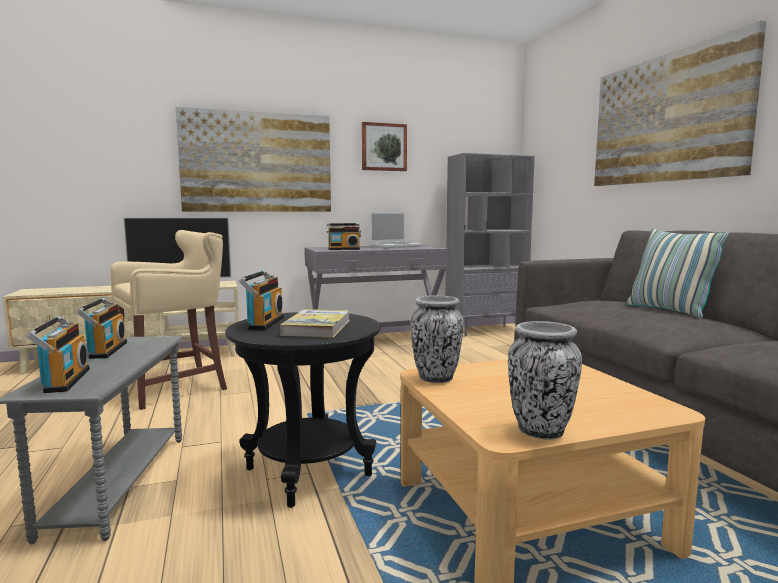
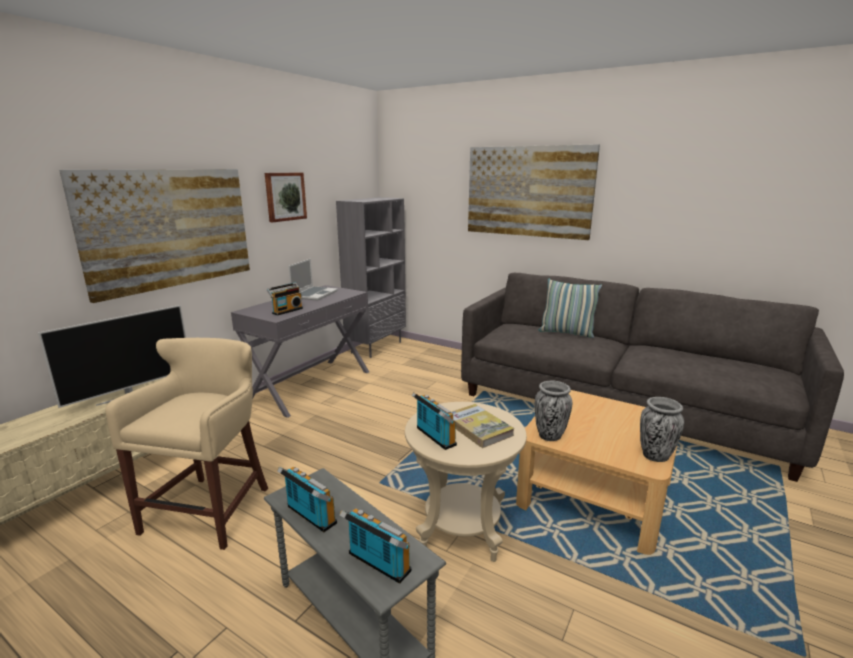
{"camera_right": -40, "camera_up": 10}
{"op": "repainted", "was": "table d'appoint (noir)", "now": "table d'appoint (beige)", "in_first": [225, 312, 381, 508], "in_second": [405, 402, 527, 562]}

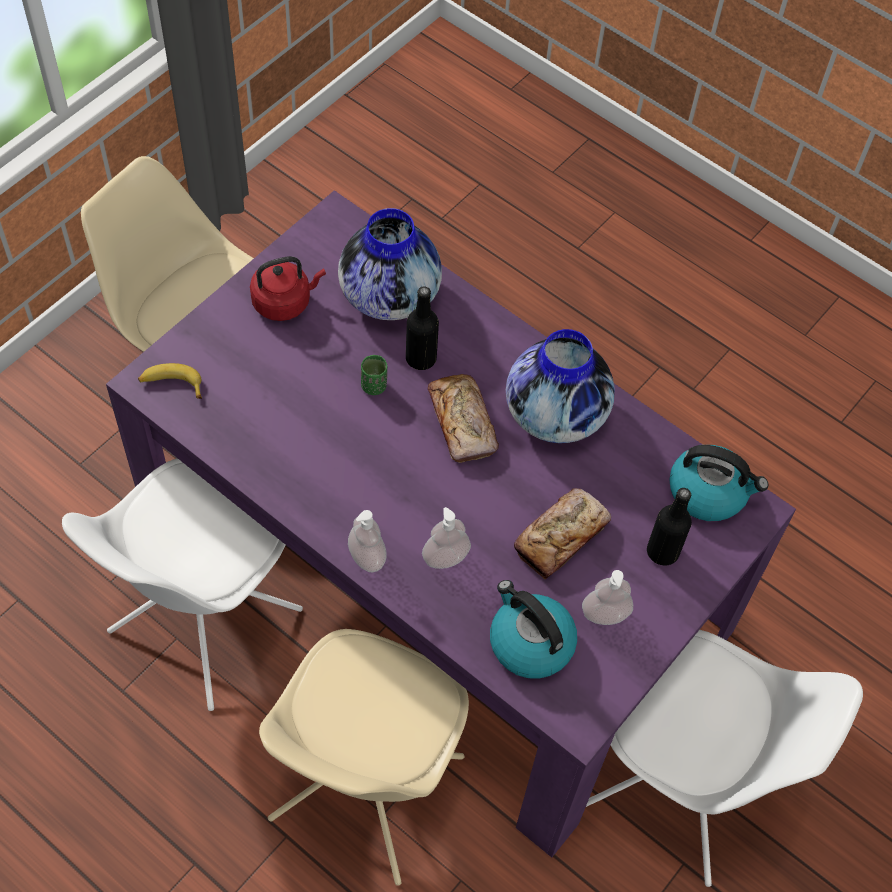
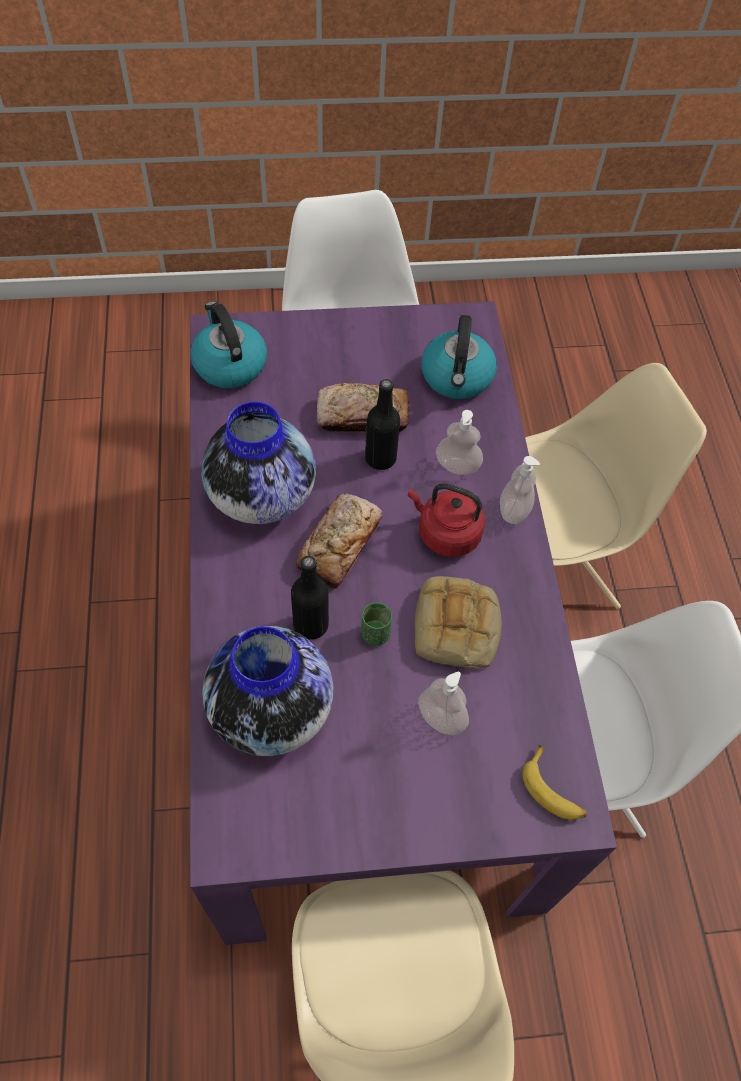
{"camera_right": -135, "camera_up": 0}
{"op": "new", "now": "pain", "in_second": [415, 576, 502, 668]}
{"op": "shifted", "was": "bouilloire (rouge)", "in_first": [250, 256, 326, 321], "in_second": [408, 483, 485, 557]}
{"op": "shifted", "was": "distributeur de savon", "in_first": [582, 570, 633, 625], "in_second": [418, 672, 469, 735]}
{"op": "shifted", "was": "bouteille (noir)", "in_first": [647, 488, 692, 565], "in_second": [365, 379, 400, 470]}

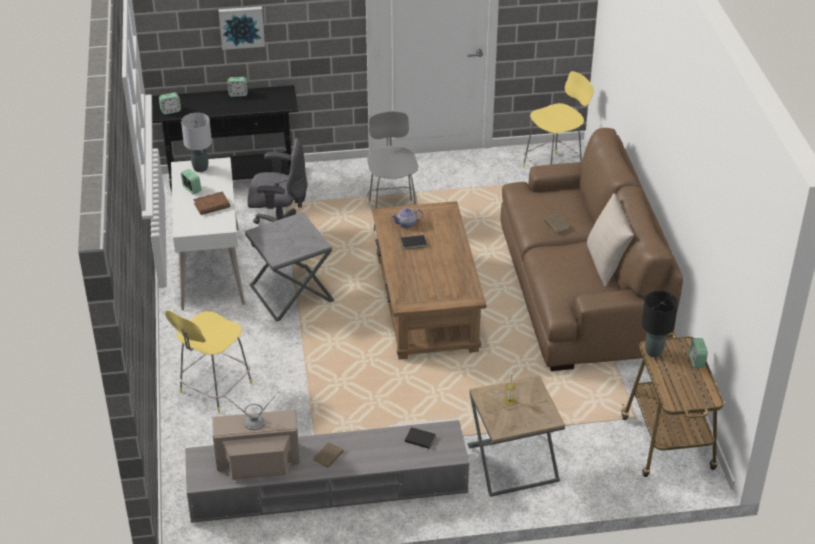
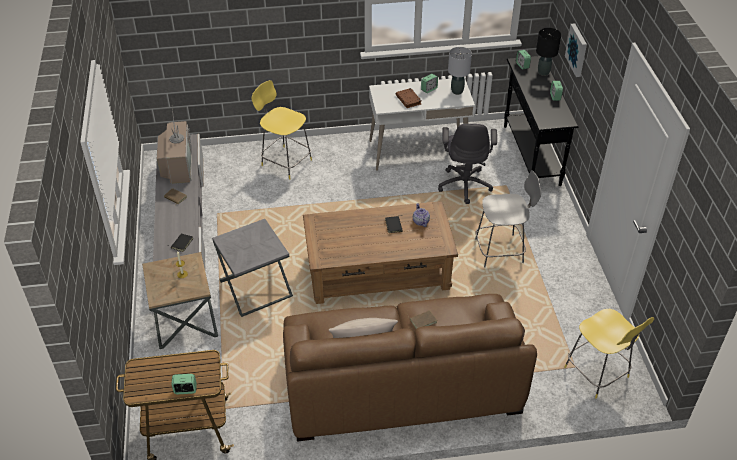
{"camera_right": 90, "camera_up": 5}
{"op": "shifted", "was": "table d'appoint (gris)", "in_first": [245, 212, 334, 322], "in_second": [212, 219, 293, 317]}
{"op": "shifted", "was": "lampe de table (noir)", "in_first": [642, 291, 678, 357], "in_second": [536, 28, 561, 76]}

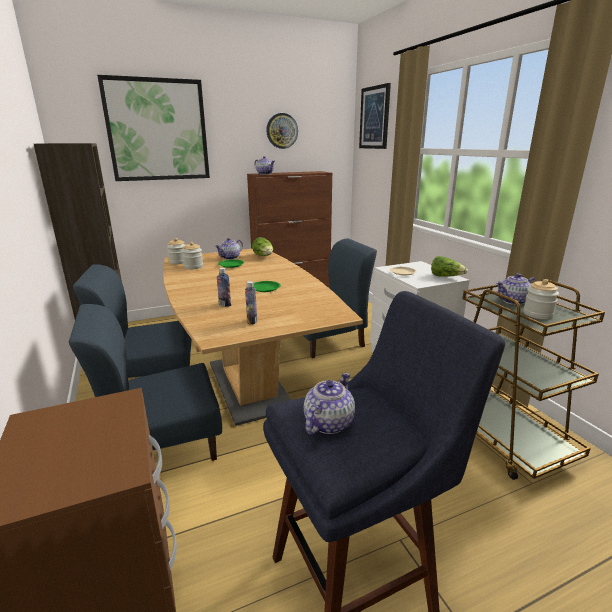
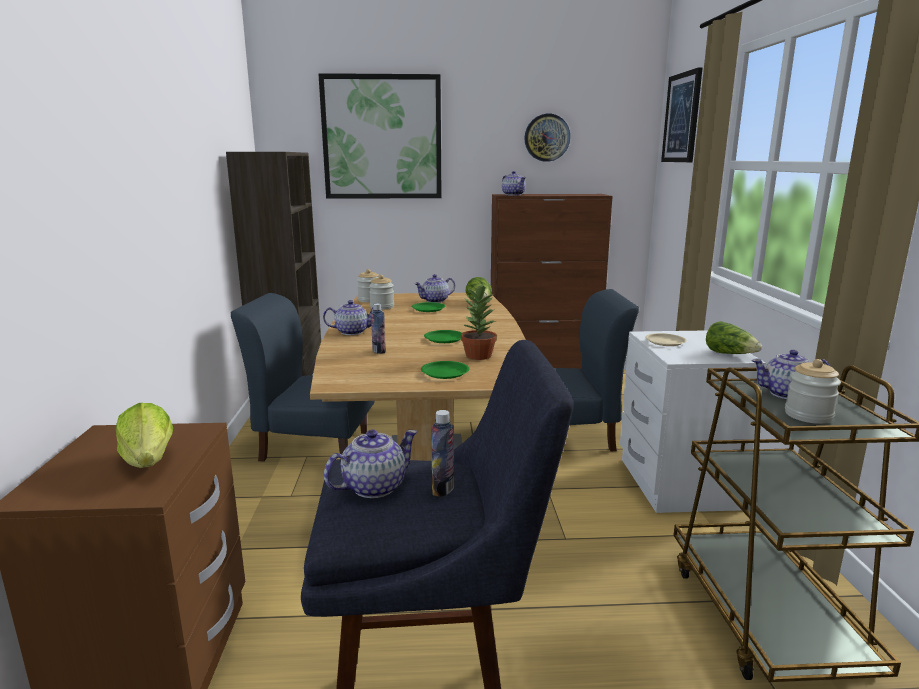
{"camera_right": 20, "camera_up": -5}
{"op": "gone", "was": "chaise (bleu)", "in_first": [69, 304, 222, 461]}
{"op": "new", "now": "laitue", "in_second": [116, 403, 173, 468]}
{"op": "new", "now": "théière", "in_second": [323, 300, 373, 335]}
{"op": "new", "now": "assiette (vert)", "in_second": [421, 361, 469, 379]}
{"op": "new", "now": "plante en pot", "in_second": [461, 283, 497, 360]}
{"op": "shifted", "was": "bouteille", "in_first": [245, 281, 257, 325], "in_second": [431, 410, 454, 497]}

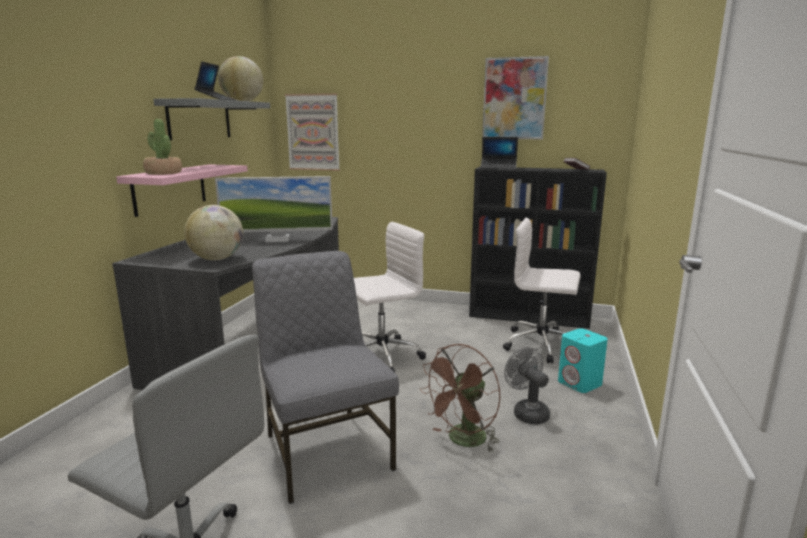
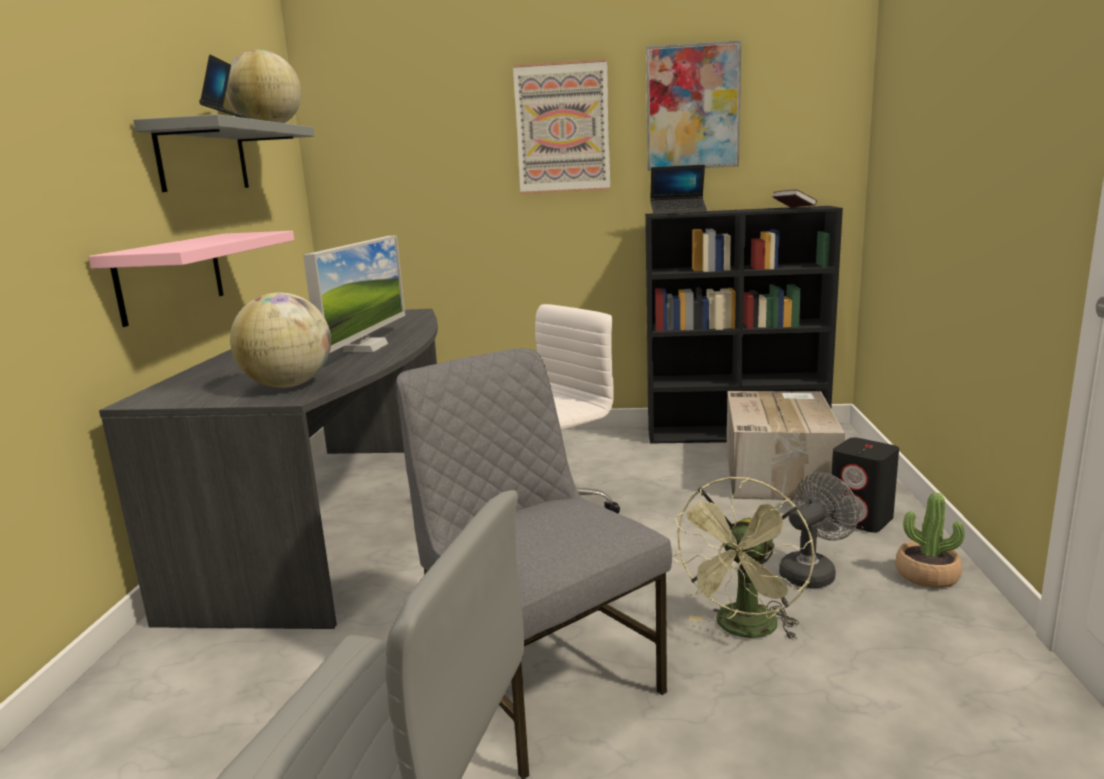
{"camera_right": -10, "camera_up": 0}
{"op": "shifted", "was": "plante en pot", "in_first": [143, 119, 182, 175], "in_second": [896, 492, 965, 588]}
{"op": "shifted", "was": "tableau", "in_first": [285, 93, 340, 171], "in_second": [513, 58, 610, 194]}
{"op": "swapped", "was": "chaise de bureau (blanc)", "now": "carton", "in_first": [503, 217, 580, 363], "in_second": [727, 391, 845, 500]}
{"op": "repainted", "was": "ventilateur (marron)", "now": "ventilateur (vert)", "in_first": [420, 344, 500, 452], "in_second": [672, 477, 814, 641]}
{"op": "repainted", "was": "enceinte (turquoise)", "now": "enceinte (noir)", "in_first": [558, 328, 608, 393], "in_second": [831, 438, 899, 533]}
{"op": "rotated", "was": "écran d'ordinateur", "in_first": [215, 176, 333, 242], "in_second": [303, 235, 405, 353], "clockwise": -60}
{"op": "rotated", "was": "ventilateur (gris)", "in_first": [504, 347, 550, 424], "in_second": [779, 473, 859, 589], "clockwise": 90}

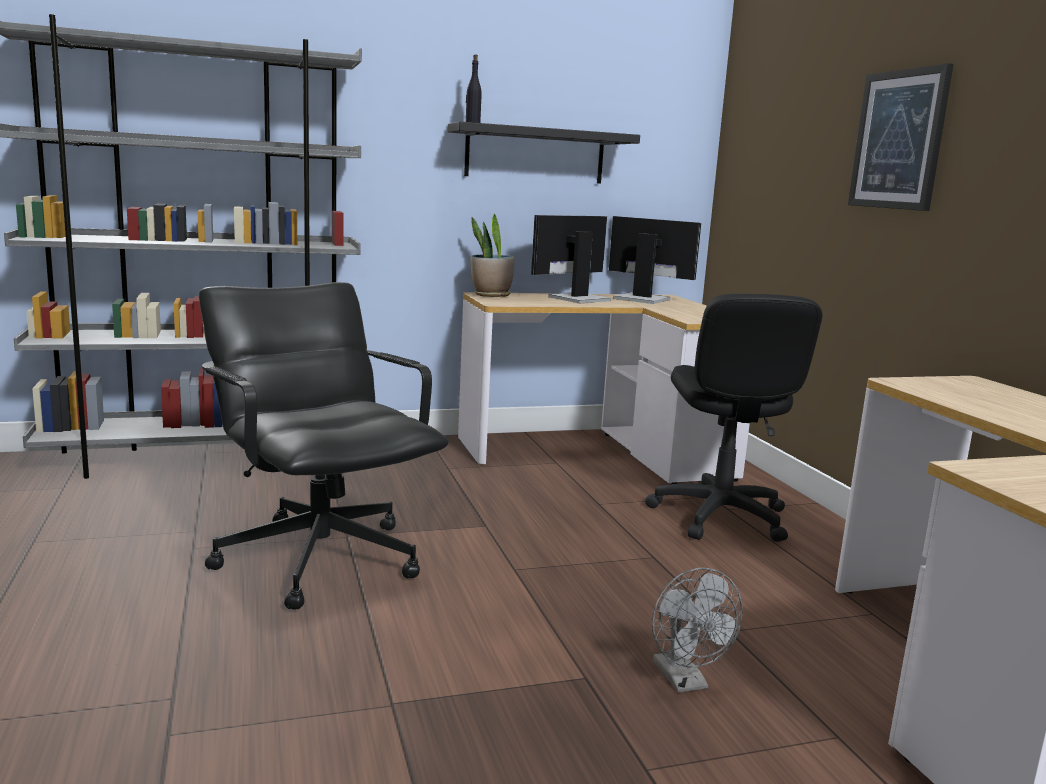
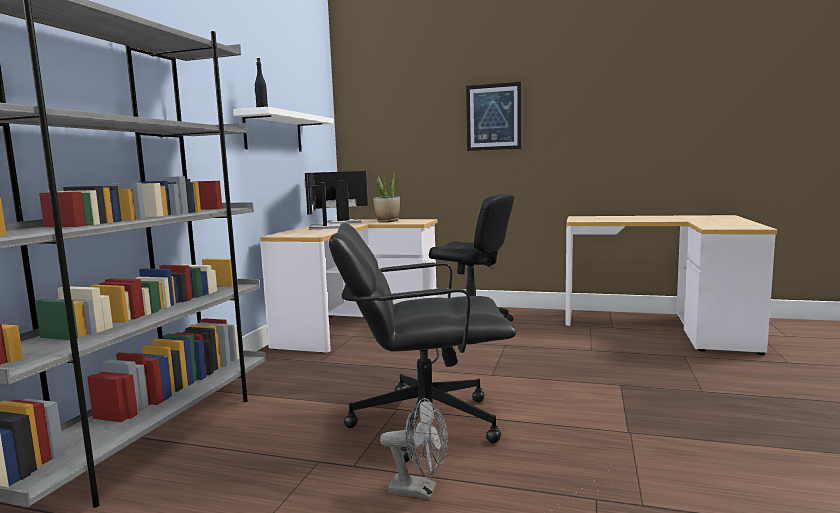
{"camera_right": -55, "camera_up": -5}
{"op": "shifted", "was": "plante en pot", "in_first": [470, 213, 514, 297], "in_second": [373, 170, 400, 222]}
{"op": "shifted", "was": "ventilateur (gris)", "in_first": [652, 568, 743, 693], "in_second": [380, 398, 448, 499]}
{"op": "repainted", "was": "étagère (noir)", "now": "étagère (blanc)", "in_first": [448, 122, 640, 184], "in_second": [233, 107, 333, 152]}

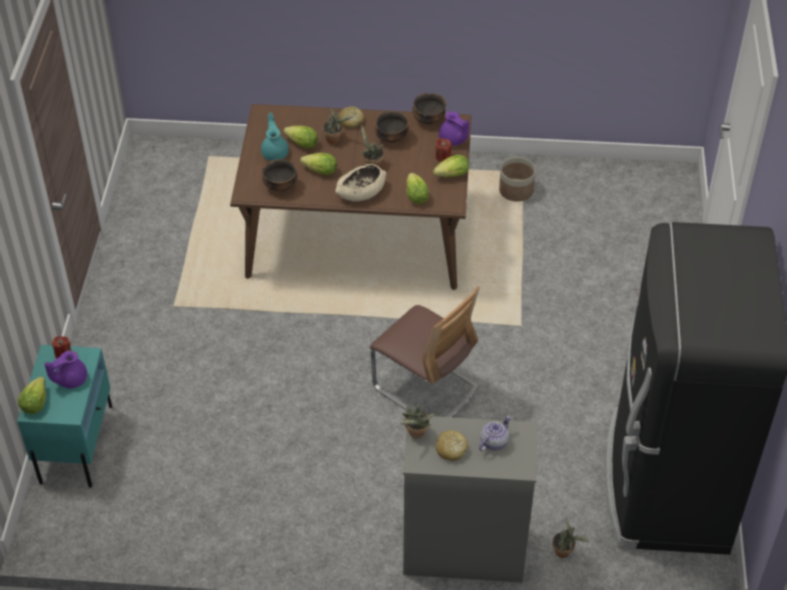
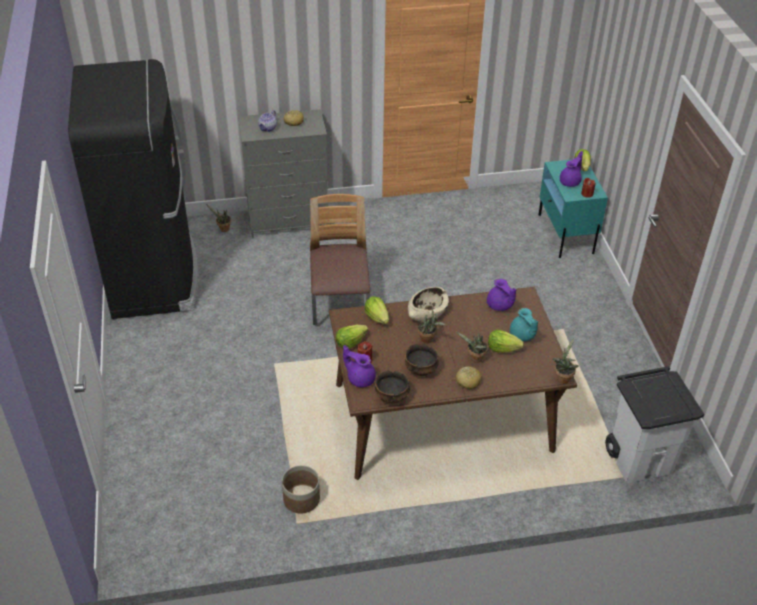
{"camera_right": 165, "camera_up": -5}
{"op": "gone", "was": "laitue", "in_first": [300, 153, 337, 175]}
{"op": "new", "now": "poubelle (blanc)", "in_second": [605, 366, 704, 483]}
{"op": "shifted", "was": "plante en pot", "in_first": [400, 406, 437, 438], "in_second": [552, 338, 579, 384]}
{"op": "swapped", "was": "bol", "now": "théière (violet)", "in_first": [262, 159, 298, 192], "in_second": [487, 279, 516, 311]}
{"op": "rotated", "was": "chaise", "in_first": [370, 286, 480, 417], "in_second": [310, 194, 370, 325], "clockwise": 60}

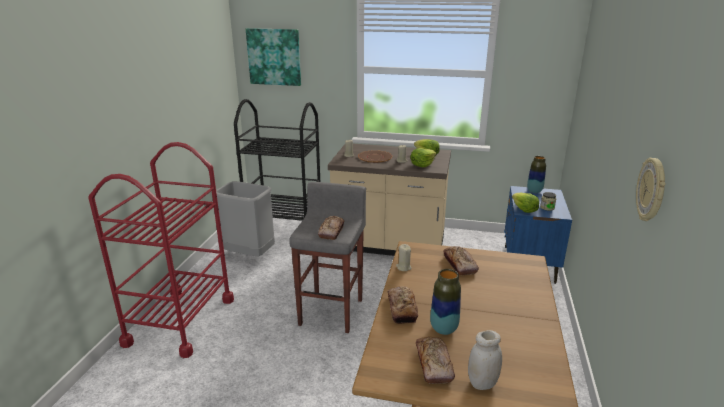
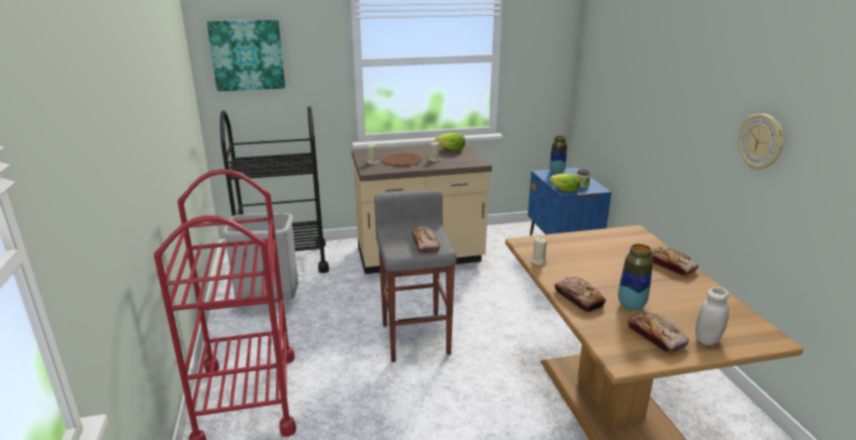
{"camera_right": -25, "camera_up": 0}
{"op": "gone", "was": "laitue", "in_first": [410, 148, 436, 167]}
{"op": "shifted", "was": "pain", "in_first": [443, 246, 479, 276], "in_second": [651, 247, 699, 276]}

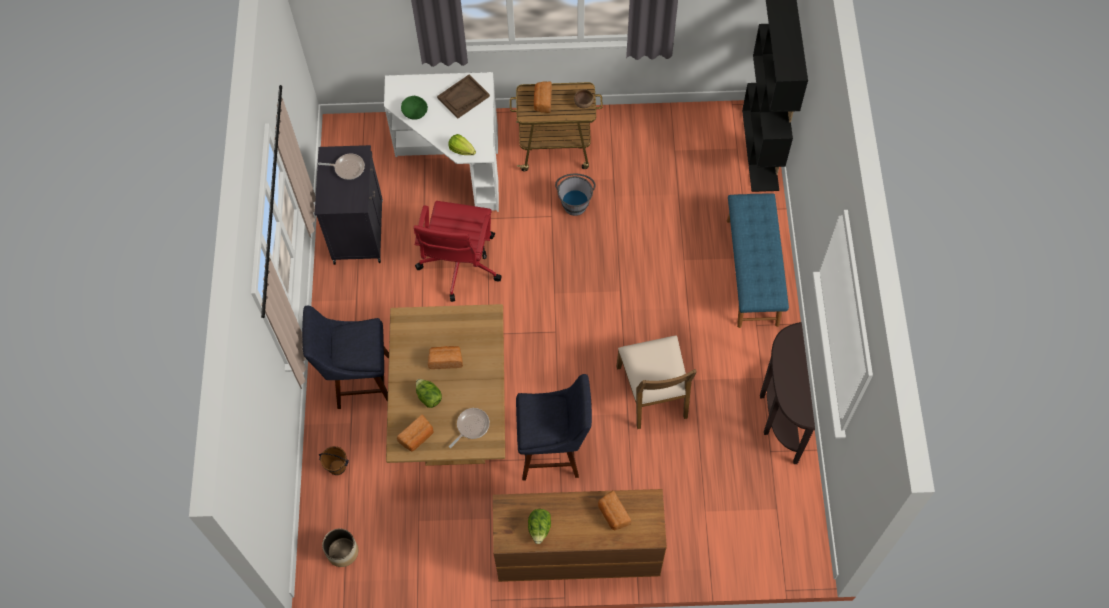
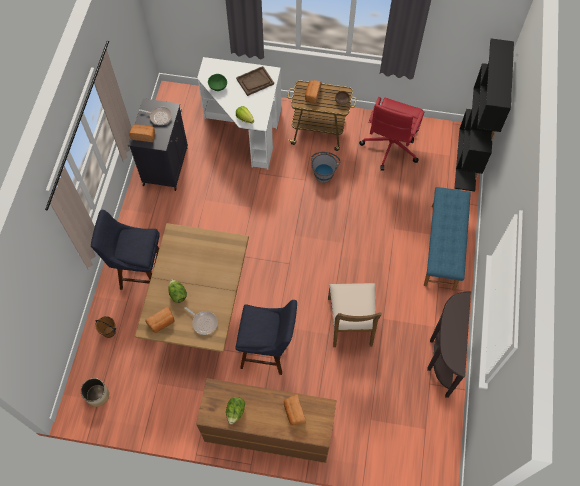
{"camera_right": 10, "camera_up": 0}
{"op": "shifted", "was": "chaise de bureau (rouge)", "in_first": [414, 201, 502, 302], "in_second": [359, 97, 425, 171]}
{"op": "shifted", "was": "pain", "in_first": [428, 346, 463, 369], "in_second": [129, 124, 155, 142]}
{"op": "rotated", "was": "poêle", "in_first": [449, 408, 490, 448], "in_second": [185, 307, 218, 335], "clockwise": 75}

